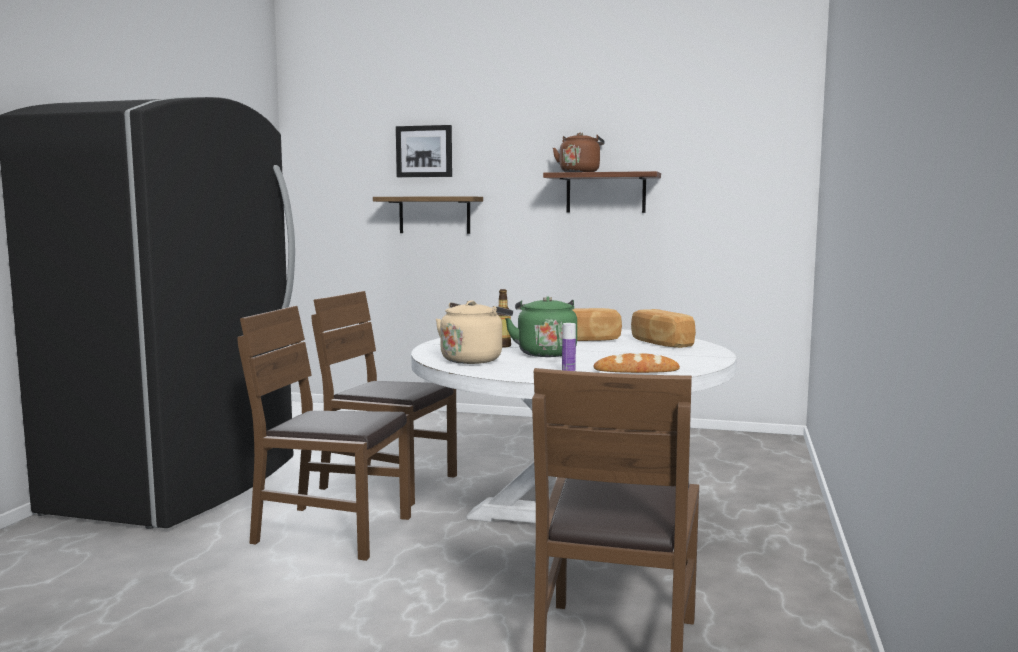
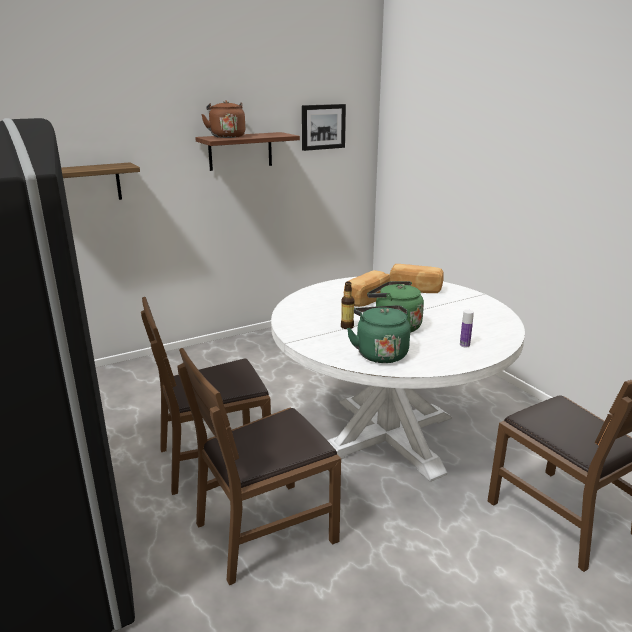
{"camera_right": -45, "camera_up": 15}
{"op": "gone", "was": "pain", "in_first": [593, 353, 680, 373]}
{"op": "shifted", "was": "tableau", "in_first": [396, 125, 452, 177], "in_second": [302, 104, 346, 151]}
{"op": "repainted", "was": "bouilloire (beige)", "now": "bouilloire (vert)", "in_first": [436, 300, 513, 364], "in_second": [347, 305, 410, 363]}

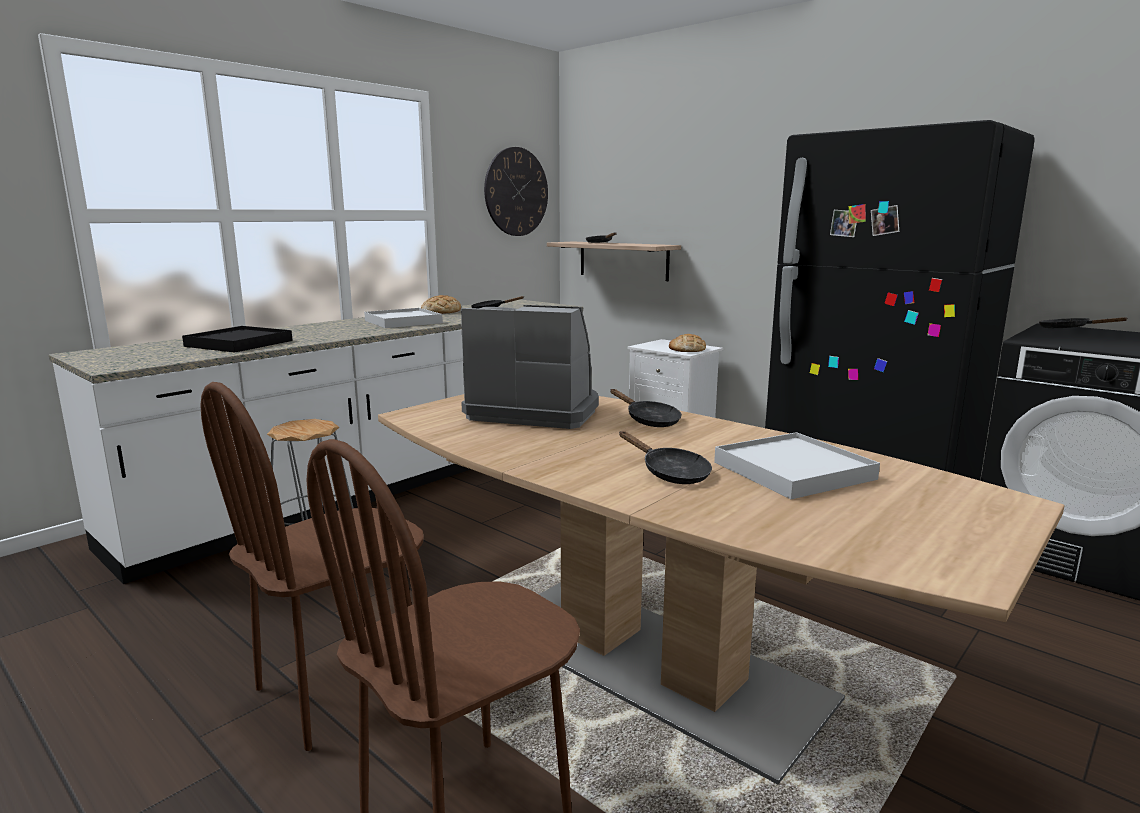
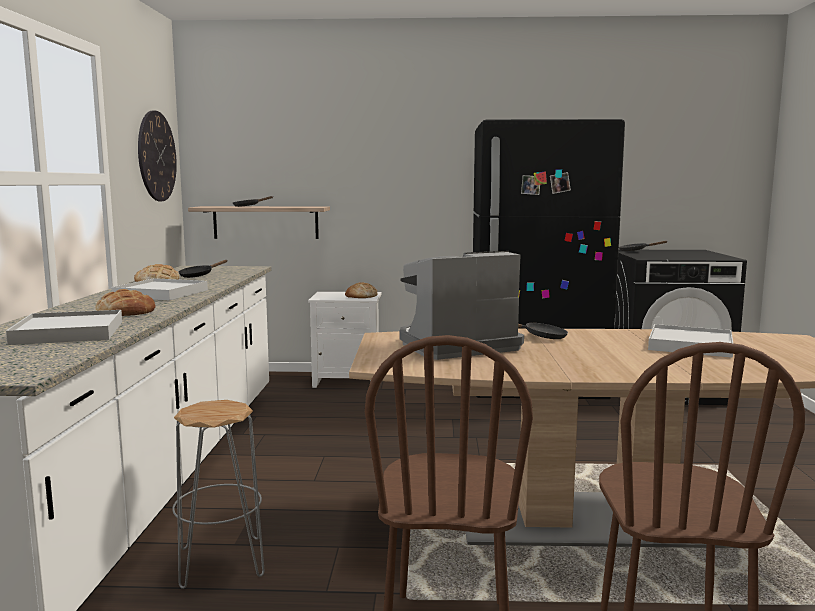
{"camera_right": -40, "camera_up": -5}
{"op": "gone", "was": "poêle (noir)", "in_first": [619, 431, 712, 484]}
{"op": "new", "now": "pain", "in_second": [95, 289, 155, 316]}
{"op": "repainted", "was": "plateau (noir)", "now": "plateau (blanc)", "in_first": [182, 326, 293, 353], "in_second": [6, 310, 122, 345]}

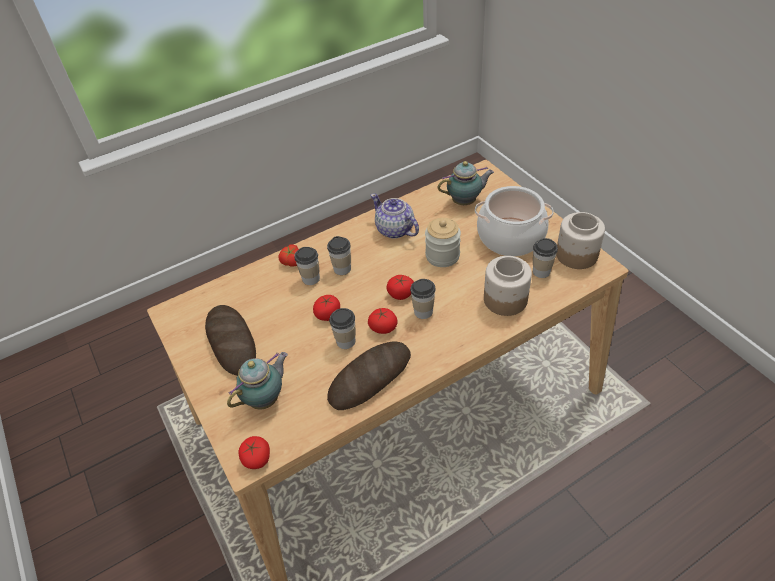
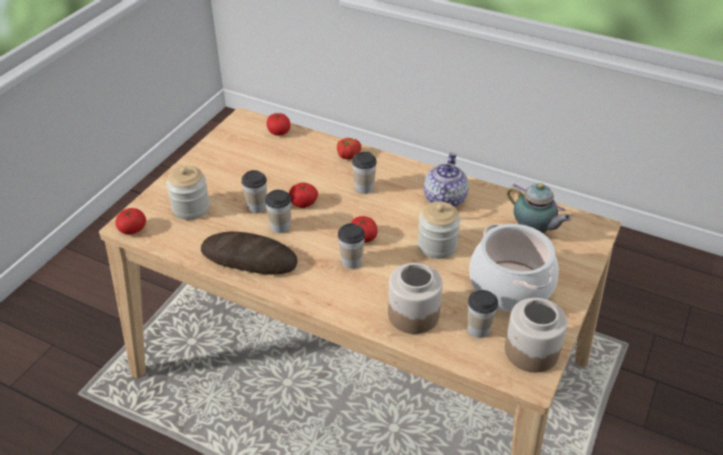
{"camera_right": 55, "camera_up": -5}
{"op": "gone", "was": "pain", "in_first": [205, 305, 256, 376]}
{"op": "shifted", "was": "tasse", "in_first": [294, 247, 320, 285], "in_second": [241, 170, 267, 213]}
{"op": "shifted", "was": "tomate", "in_first": [368, 308, 397, 334], "in_second": [267, 113, 291, 136]}
{"op": "swapped", "was": "théière", "now": "bocal", "in_first": [227, 352, 288, 409], "in_second": [166, 166, 210, 220]}

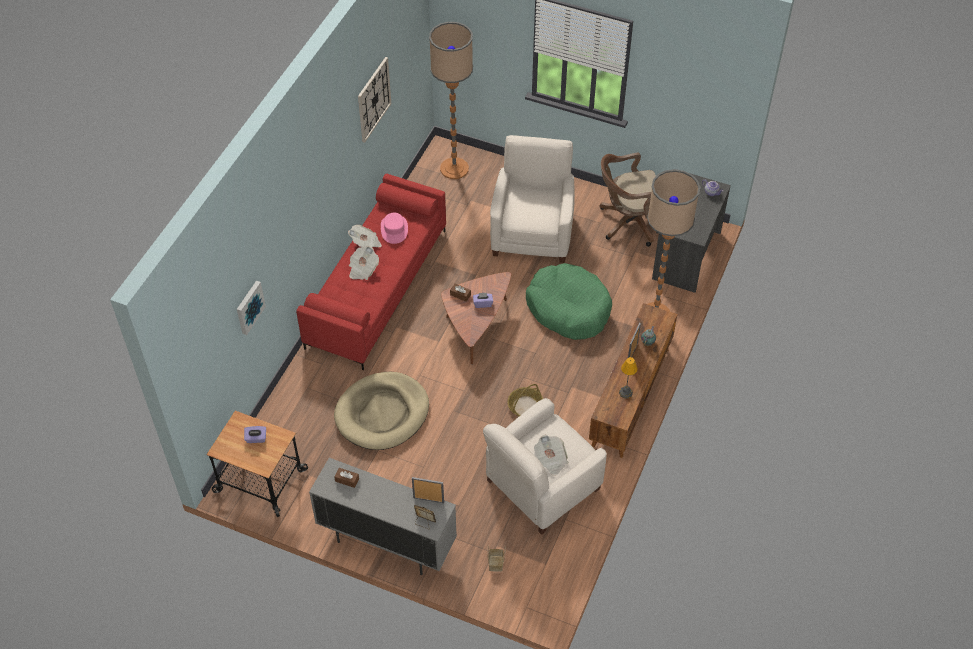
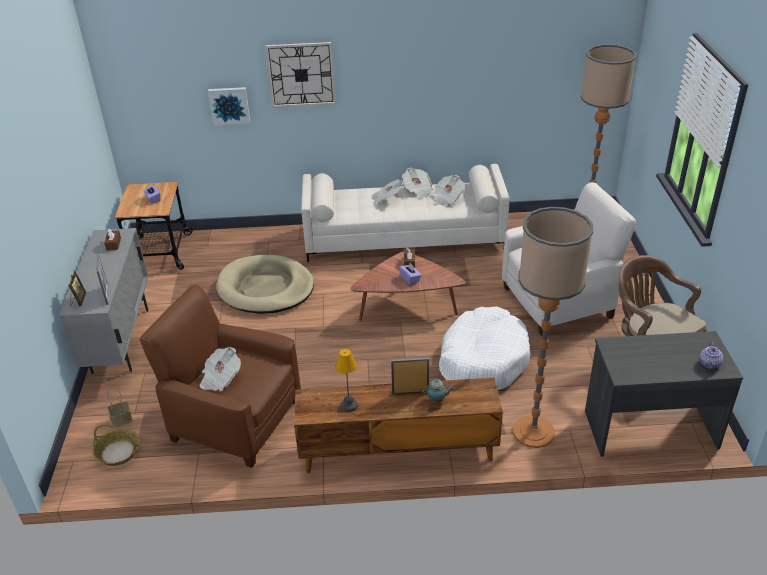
{"camera_right": 65, "camera_up": -15}
{"op": "shifted", "was": "horloge murale", "in_first": [358, 57, 391, 143], "in_second": [265, 42, 336, 108]}
{"op": "shifted", "was": "panier", "in_first": [507, 384, 543, 416], "in_second": [92, 424, 140, 466]}
{"op": "swapped", "was": "chapeau (rose)", "now": "journal", "in_first": [381, 213, 408, 244], "in_second": [434, 175, 465, 205]}
{"op": "repainted", "was": "canapé (rouge)", "now": "canapé (blanc)", "in_first": [296, 174, 446, 370], "in_second": [301, 164, 510, 262]}
{"op": "repainted", "was": "fauteuil (blanc)", "now": "fauteuil (marron)", "in_first": [483, 398, 607, 535], "in_second": [140, 284, 301, 468]}
{"op": "repainted", "was": "panier pour chien (vert)", "now": "panier pour chien (blanc)", "in_first": [526, 263, 612, 340], "in_second": [439, 306, 531, 390]}

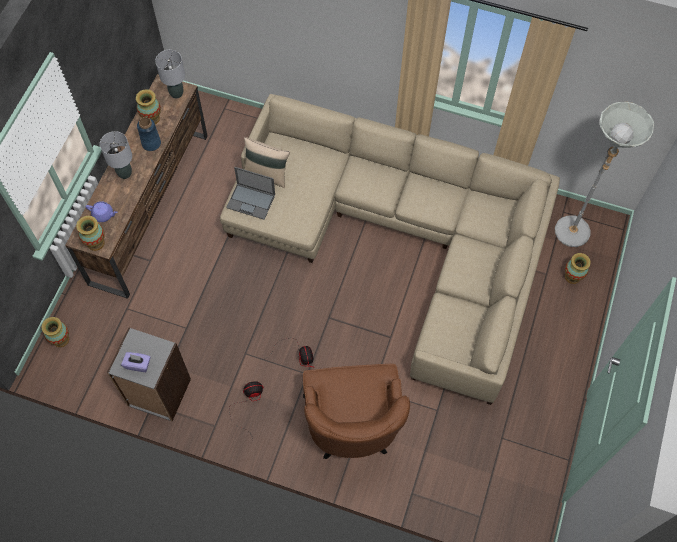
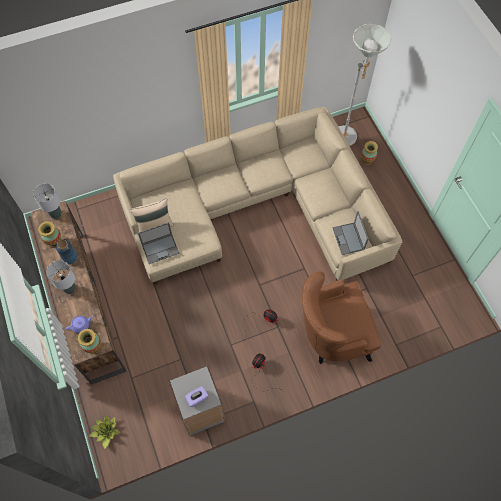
{"camera_right": -40, "camera_up": 0}
{"op": "new", "now": "ordinateur portable", "in_second": [332, 211, 369, 255]}
{"op": "swapped", "was": "vase", "now": "plante en pot", "in_first": [42, 317, 69, 347], "in_second": [89, 416, 121, 449]}
{"op": "rotated", "was": "fauteuil (marron)", "in_first": [303, 364, 410, 459], "in_second": [302, 272, 381, 364], "clockwise": 120}

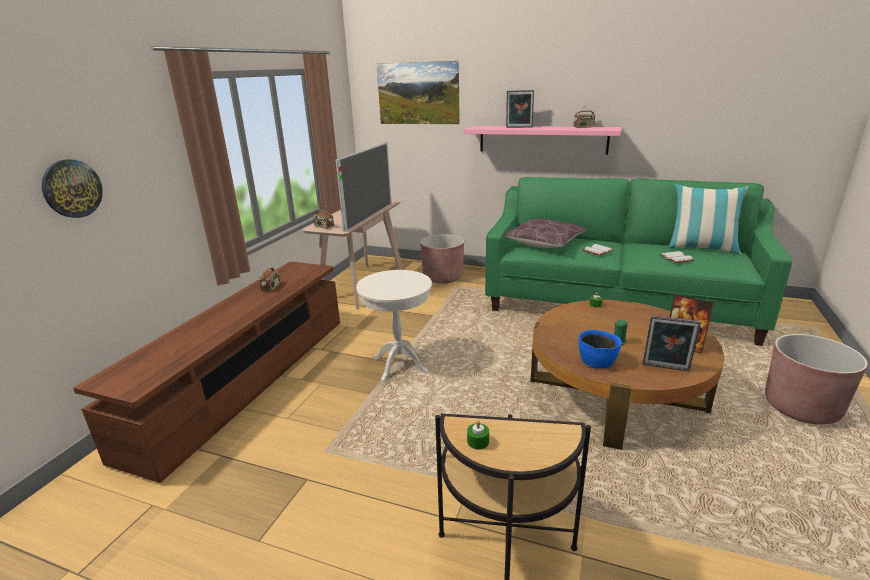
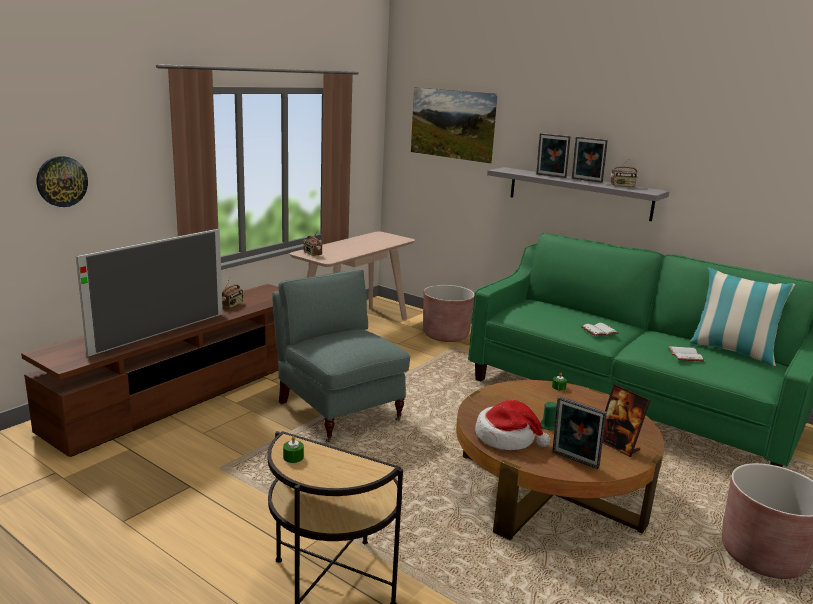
{"camera_right": 15, "camera_up": -5}
{"op": "gone", "was": "coussin (marron)", "in_first": [504, 219, 587, 248]}
{"op": "new", "now": "cadre photo", "in_second": [572, 137, 608, 183]}
{"op": "shifted", "was": "téléviseur", "in_first": [335, 142, 392, 232], "in_second": [76, 229, 223, 357]}
{"op": "swapped", "was": "table d'appoint (blanc)", "now": "fauteuil (gris)", "in_first": [356, 270, 432, 381], "in_second": [272, 270, 410, 442]}
{"op": "swapped", "was": "bol (bleu)", "now": "chapeau", "in_first": [578, 330, 622, 368], "in_second": [475, 400, 550, 450]}
{"op": "repainted", "was": "étagère (rose)", "now": "étagère (gris)", "in_first": [464, 126, 622, 155], "in_second": [487, 167, 670, 221]}

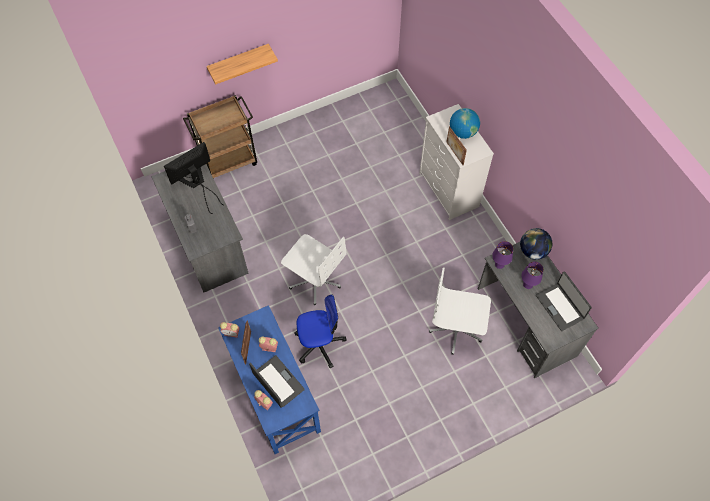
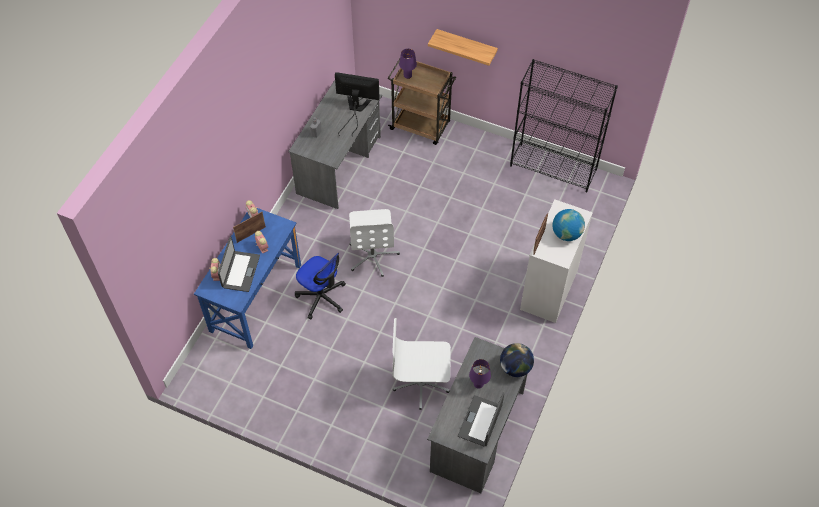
{"camera_right": 50, "camera_up": -5}
{"op": "new", "now": "bibliothèque (noir)", "in_second": [510, 59, 618, 192]}
{"op": "shifted", "was": "lampe de table (violet)", "in_first": [492, 241, 513, 269], "in_second": [399, 49, 417, 79]}
{"op": "rotated", "was": "chaise de bureau (blanc)", "in_first": [429, 267, 491, 355], "in_second": [392, 318, 451, 410], "clockwise": -60}

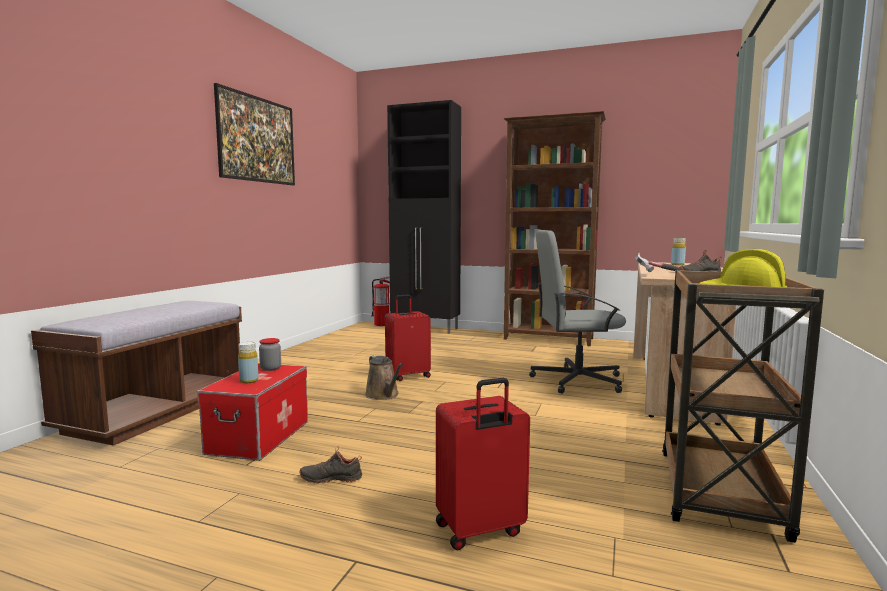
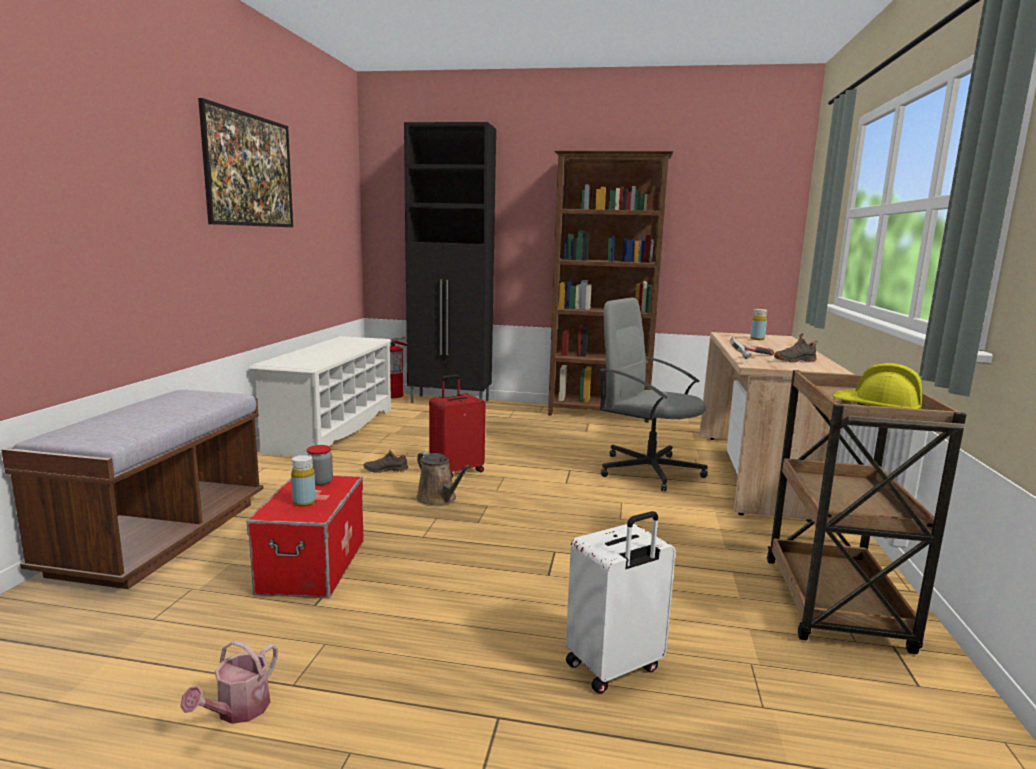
{"camera_right": -10, "camera_up": 5}
{"op": "new", "now": "arrosoir", "in_second": [180, 640, 278, 724]}
{"op": "new", "now": "étagère à chaussures (blanc)", "in_second": [249, 336, 391, 457]}
{"op": "shifted", "was": "chaussure (noir)", "in_first": [300, 446, 362, 484], "in_second": [363, 448, 408, 473]}
{"op": "repainted", "was": "valise (rouge)", "now": "valise (blanc)", "in_first": [436, 378, 530, 550], "in_second": [566, 511, 676, 694]}
{"op": "rotated", "was": "chaise de bureau (gris)", "in_first": [529, 230, 626, 394], "in_second": [600, 298, 708, 492], "clockwise": 45}

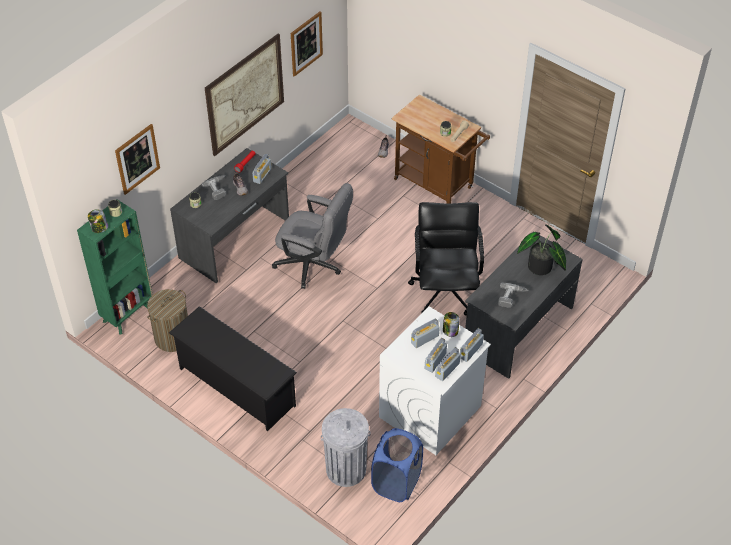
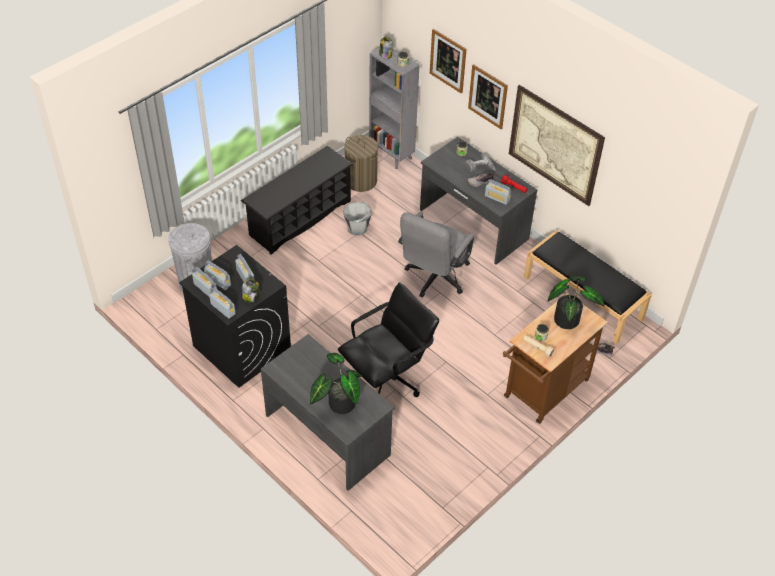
{"camera_right": 95, "camera_up": 0}
{"op": "gone", "was": "panier à linge (bleu)", "in_first": [371, 428, 423, 502]}
{"op": "gone", "was": "perceuse", "in_first": [498, 283, 528, 308]}
{"op": "new", "now": "seau (gris)", "in_second": [343, 202, 372, 236]}
{"op": "new", "now": "banc (noir)", "in_second": [523, 230, 652, 344]}
{"op": "new", "now": "plante en pot", "in_second": [547, 276, 605, 329]}
{"op": "shifted", "was": "tableau", "in_first": [291, 12, 323, 77], "in_second": [468, 64, 508, 129]}
{"op": "repainted", "was": "bibliothèque (vert)", "now": "bibliothèque (gris)", "in_first": [77, 199, 153, 335], "in_second": [369, 48, 420, 169]}
{"op": "repainted", "was": "lave-linge (blanc)", "now": "lave-linge (noir)", "in_first": [379, 306, 491, 455], "in_second": [179, 245, 291, 388]}
{"op": "rotated", "was": "chaise de bureau (noir)", "in_first": [408, 202, 484, 316], "in_second": [338, 282, 439, 397], "clockwise": -45}

